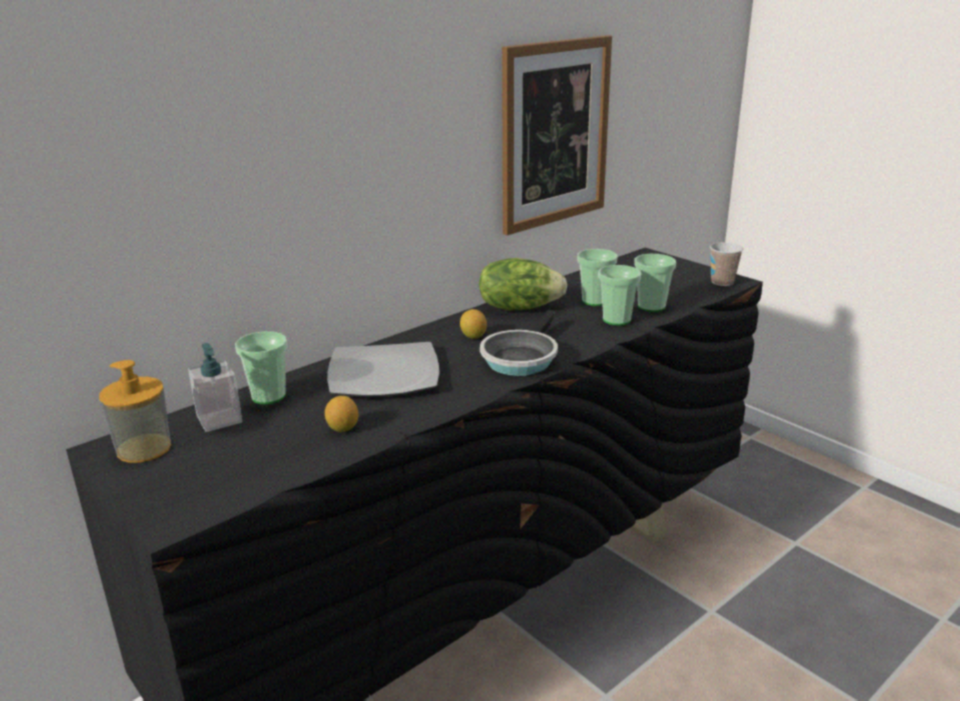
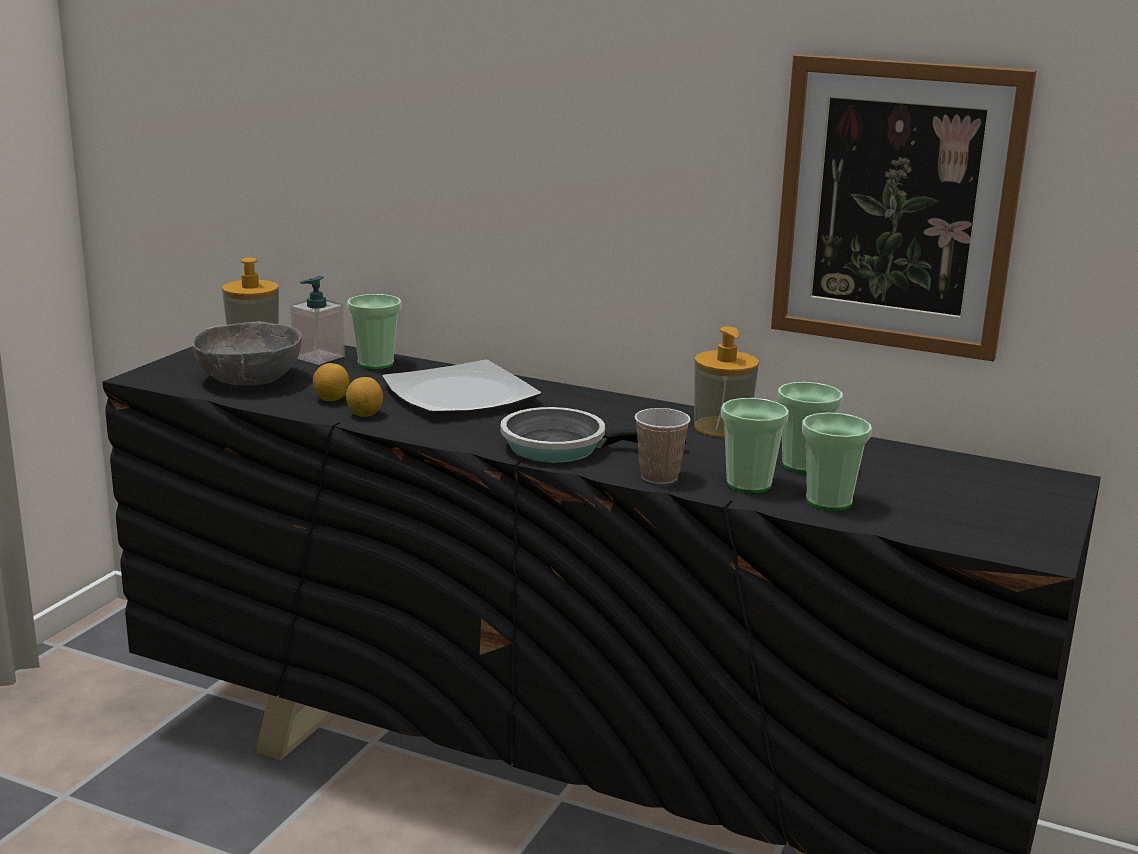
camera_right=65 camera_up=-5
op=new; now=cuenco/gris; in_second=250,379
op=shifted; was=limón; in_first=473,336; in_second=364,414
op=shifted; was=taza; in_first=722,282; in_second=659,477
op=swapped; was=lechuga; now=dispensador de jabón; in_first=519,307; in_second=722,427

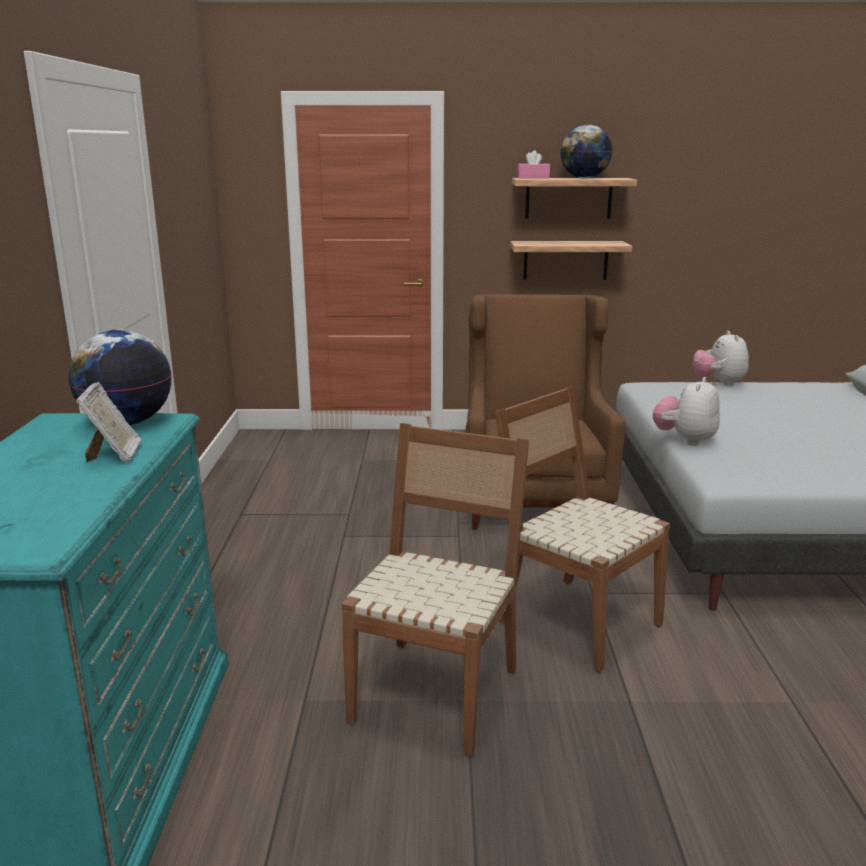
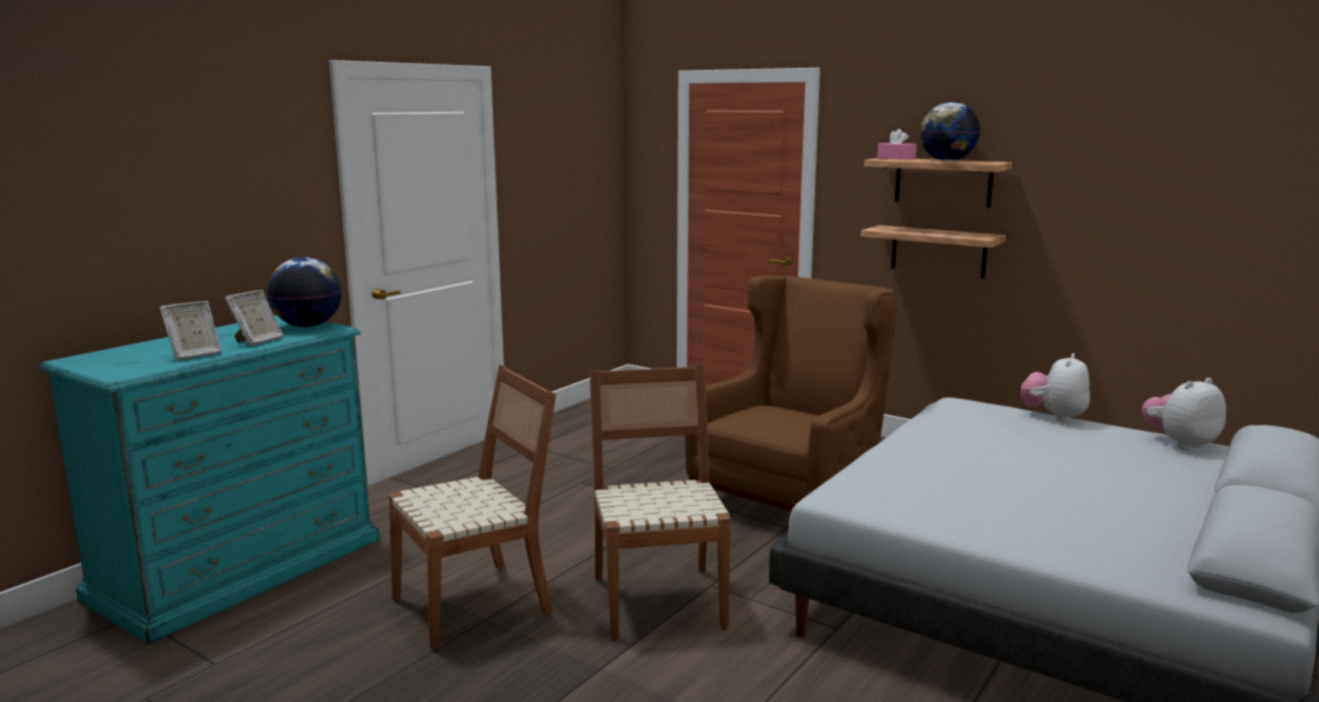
camera_right=35 camera_up=-5
op=new; now=portarretratos; in_second=194,355
op=shifted; was=peluche; in_first=685,440; in_second=1180,444

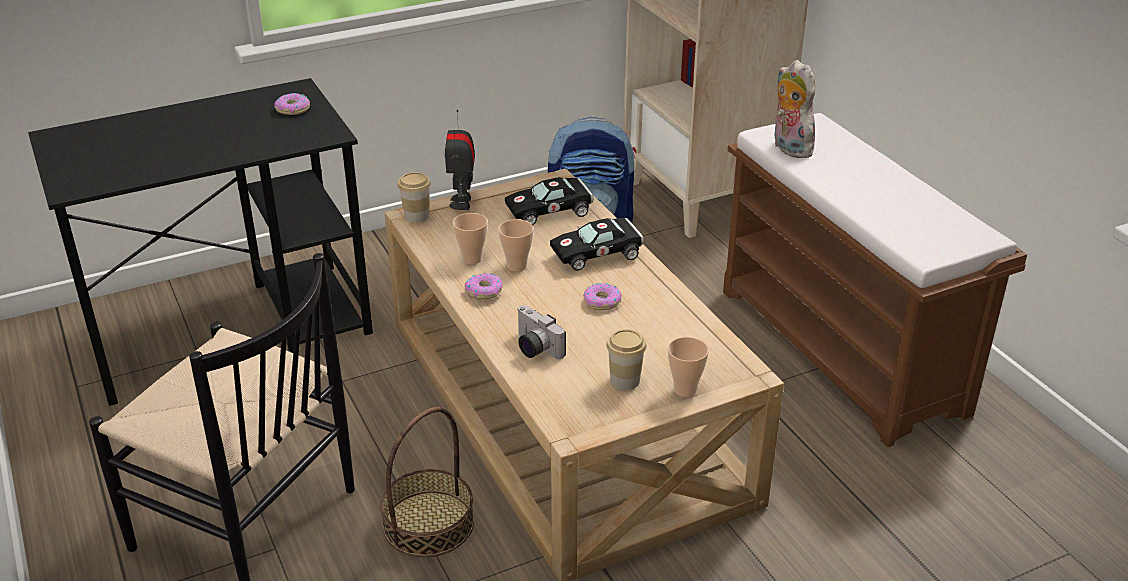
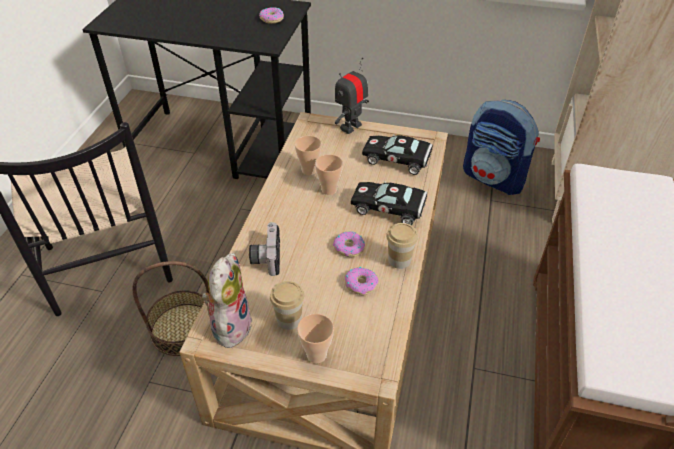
camera_right=40 camera_up=10
op=shifted; was=taza; in_first=416,216; in_second=399,260
op=shifted; was=rosquilla; in_first=484,291; in_second=361,284
op=shifted; was=peluche; in_first=788,148; in_second=230,325

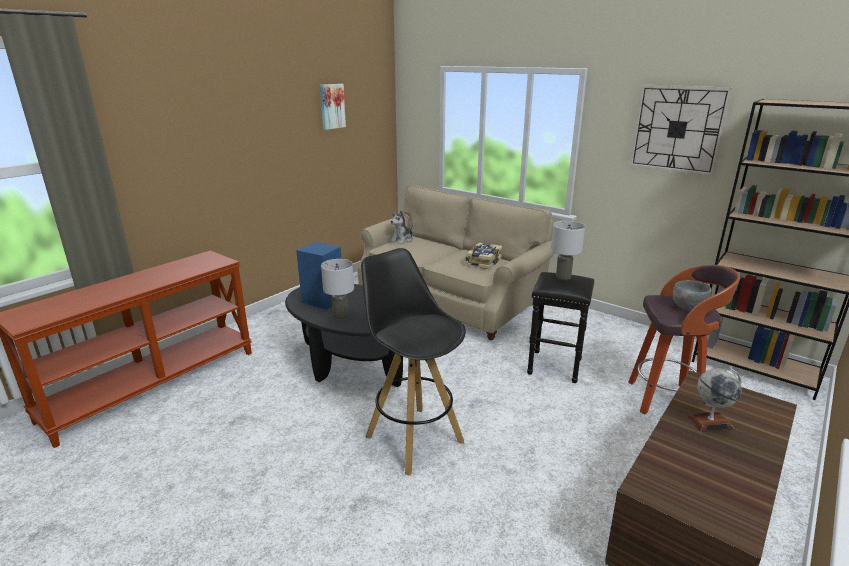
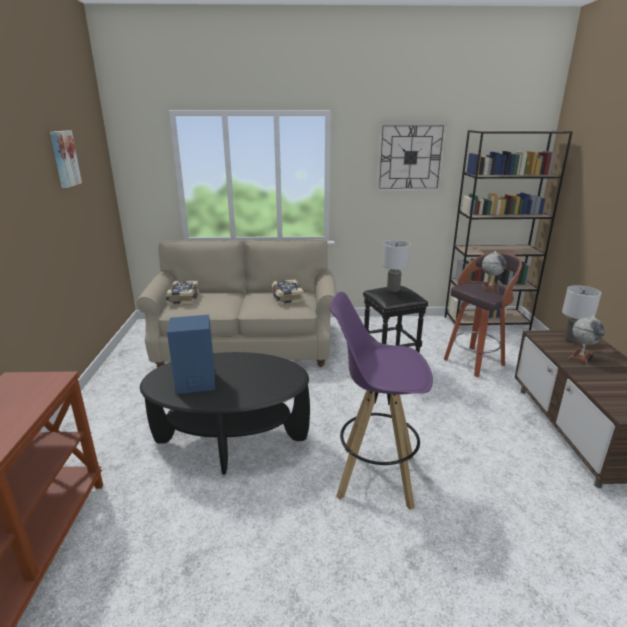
camera_right=-40 camera_up=0
op=shifted; was=lámpara de mesa/blanco; in_first=341,316; in_second=572,340
op=swapped; was=peluche; now=libro; in_first=402,240; in_second=182,299
op=swapped; was=cuenco/gris; now=globo terráqueo; in_first=688,308; in_second=490,288
op=repainted; was=taburete/negro; now=taburete/morado; in_first=414,437; in_second=374,475

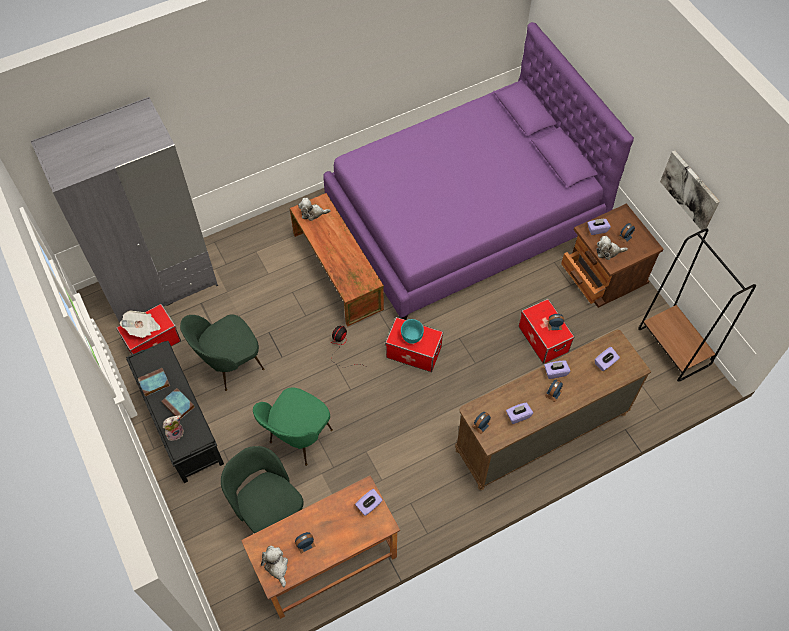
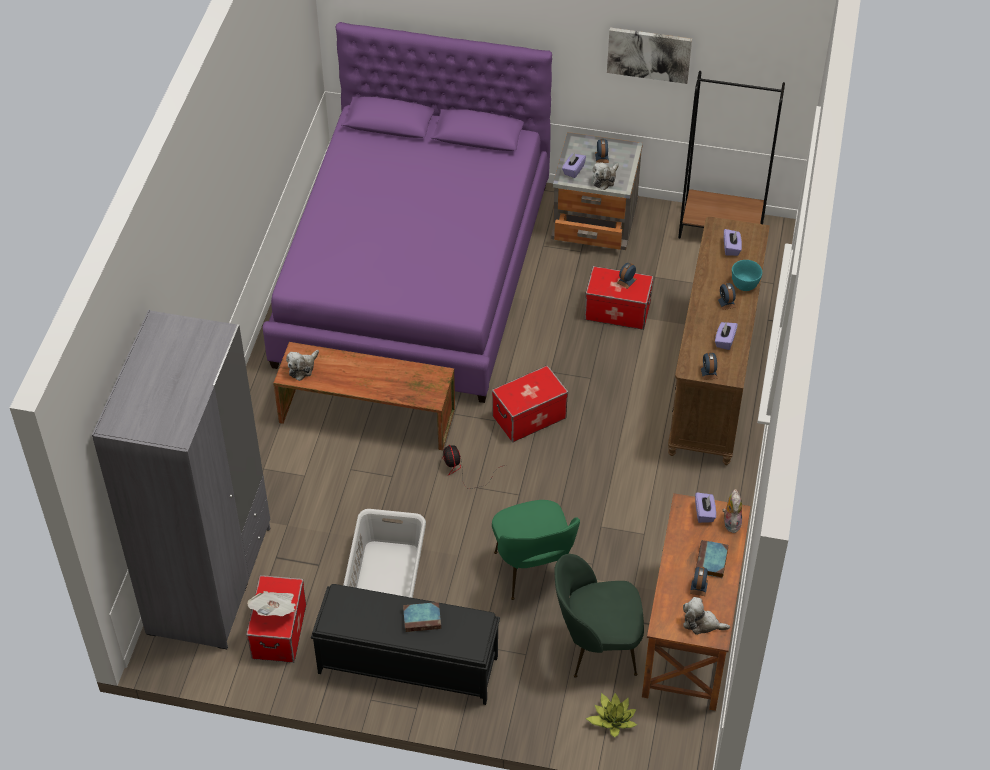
camera_right=-50 camera_up=-10
op=gone; was=caja de pañuelos/morado; in_first=555,372
op=new; now=planta en maceta; in_second=612,720
op=shifted; was=libro; in_first=153,383; in_second=711,562
op=shifted; was=peluche; in_first=175,432; in_second=730,522
op=shifted; was=cuenco/turquesa; in_first=411,337; in_second=745,285
op=swapped; was=silla/verde; now=cesto de la ropa/gris; in_first=230,366; in_second=385,579
op=repainted; was=mesita de noche/marrón; now=mesita de noche/gris; in_first=603,275; in_second=595,222

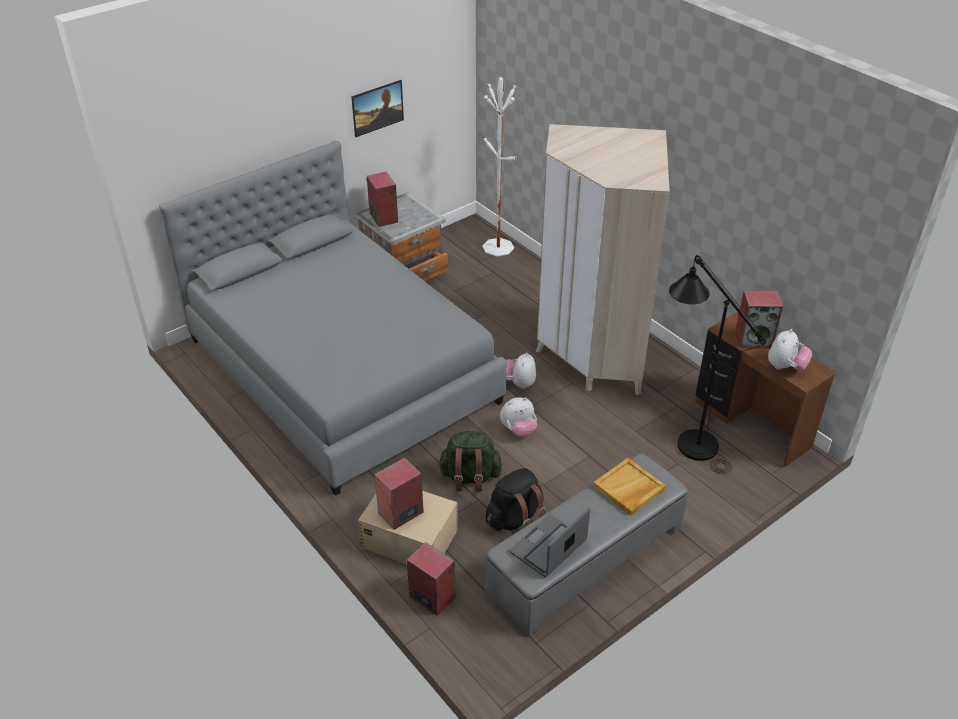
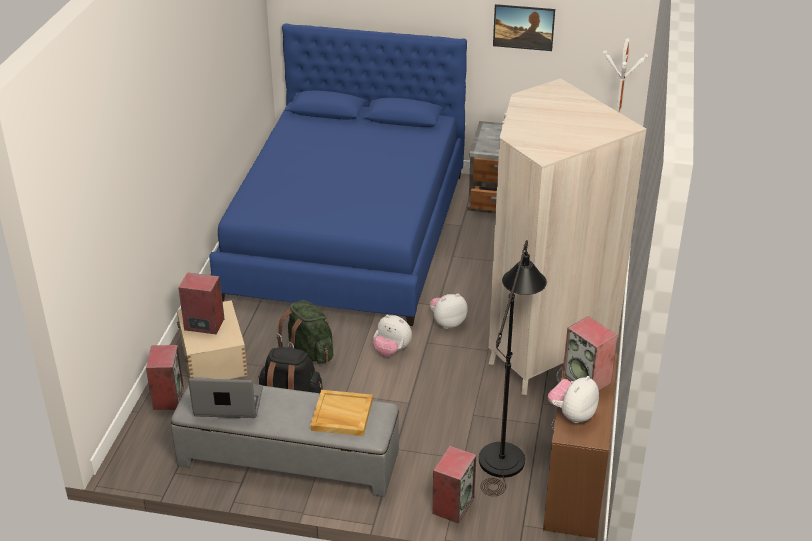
camera_right=50 camera_up=-5
op=shifted; was=altavoz; in_first=383,217; in_second=453,505
op=repainted; was=cama/gris; now=cama/azul; in_first=342,370; in_second=348,233
op=rotated; was=peluche; in_first=785,367; in_second=572,415; clockwise=135

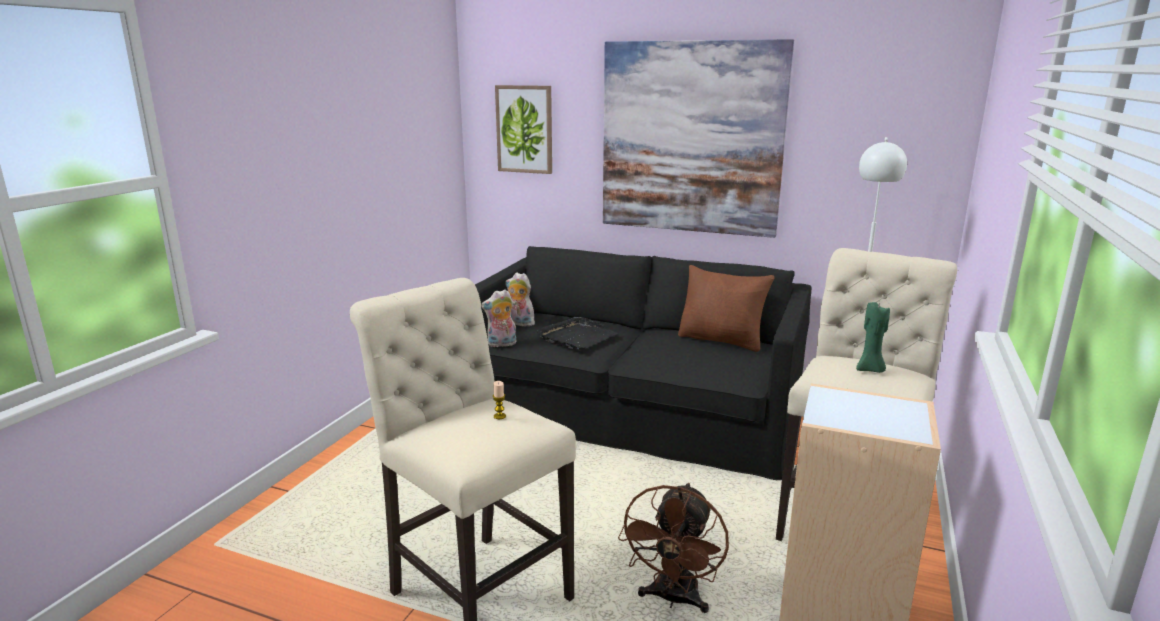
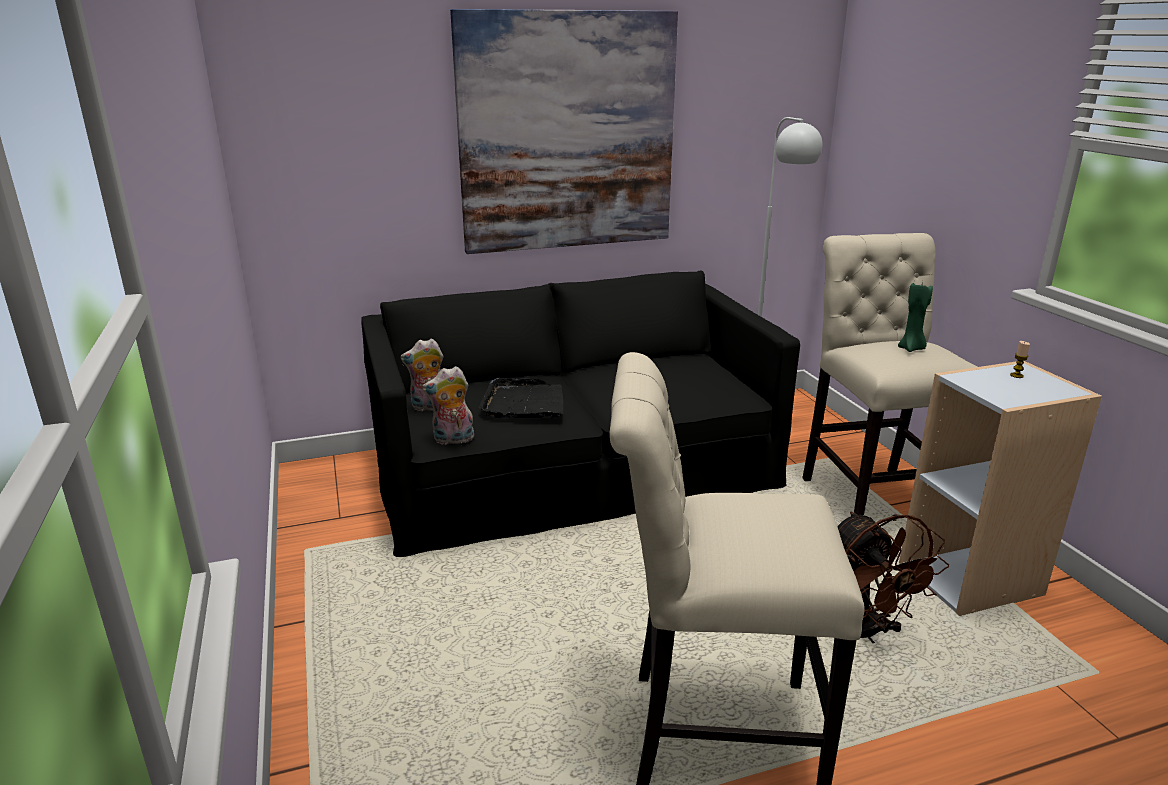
camera_right=-40 camera_up=5
op=gone; was=cuadro; in_first=524,129
op=gone; was=cojín/marrón; in_first=721,340
op=shifted; was=vela; in_first=499,416; in_second=1016,375
op=rotated; was=peluche; in_first=501,344; in_second=453,440; clockwise=45

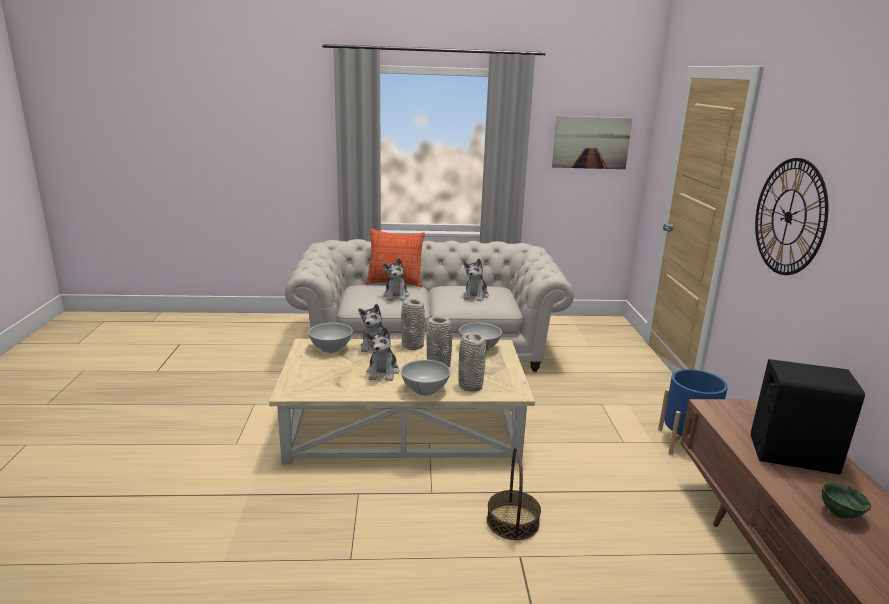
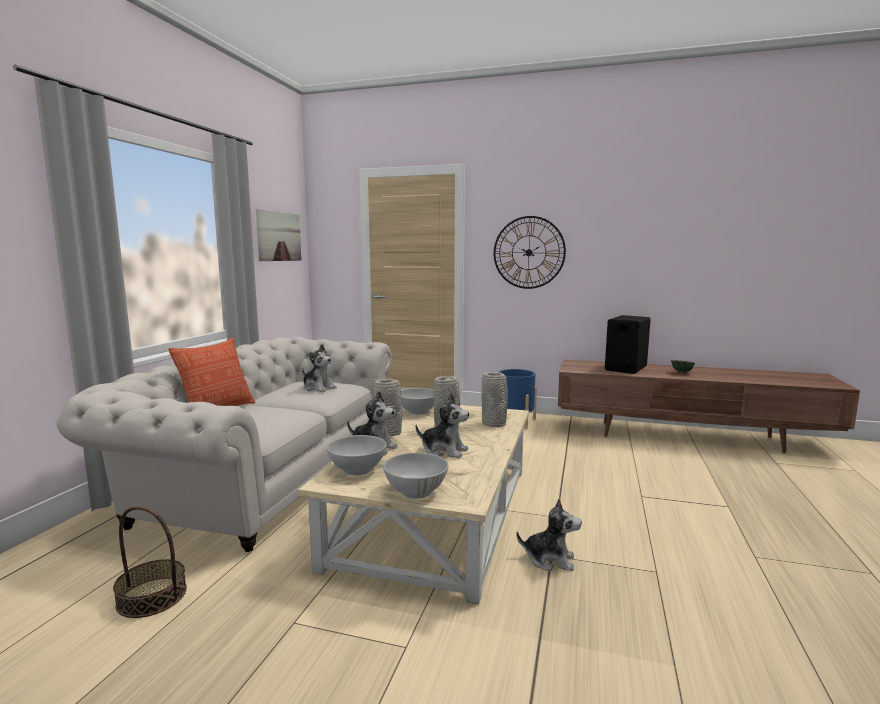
camera_right=-70 camera_up=-10
op=shifted; was=peluche; in_first=396,296; in_second=549,559
op=shifted; was=cuenco/blanco; in_first=425,390; in_second=415,491
op=shifted; was=cesta; in_first=513,521; in_second=152,597

